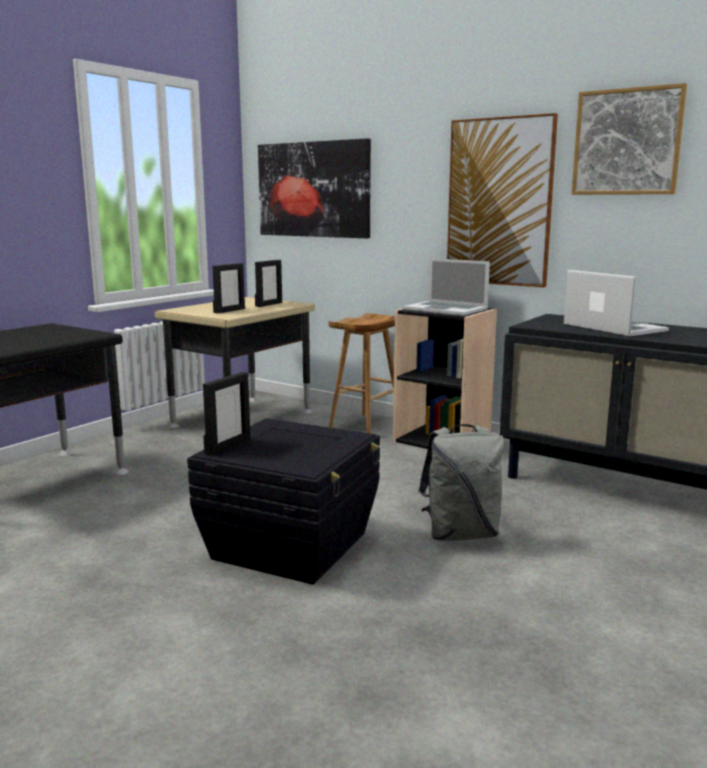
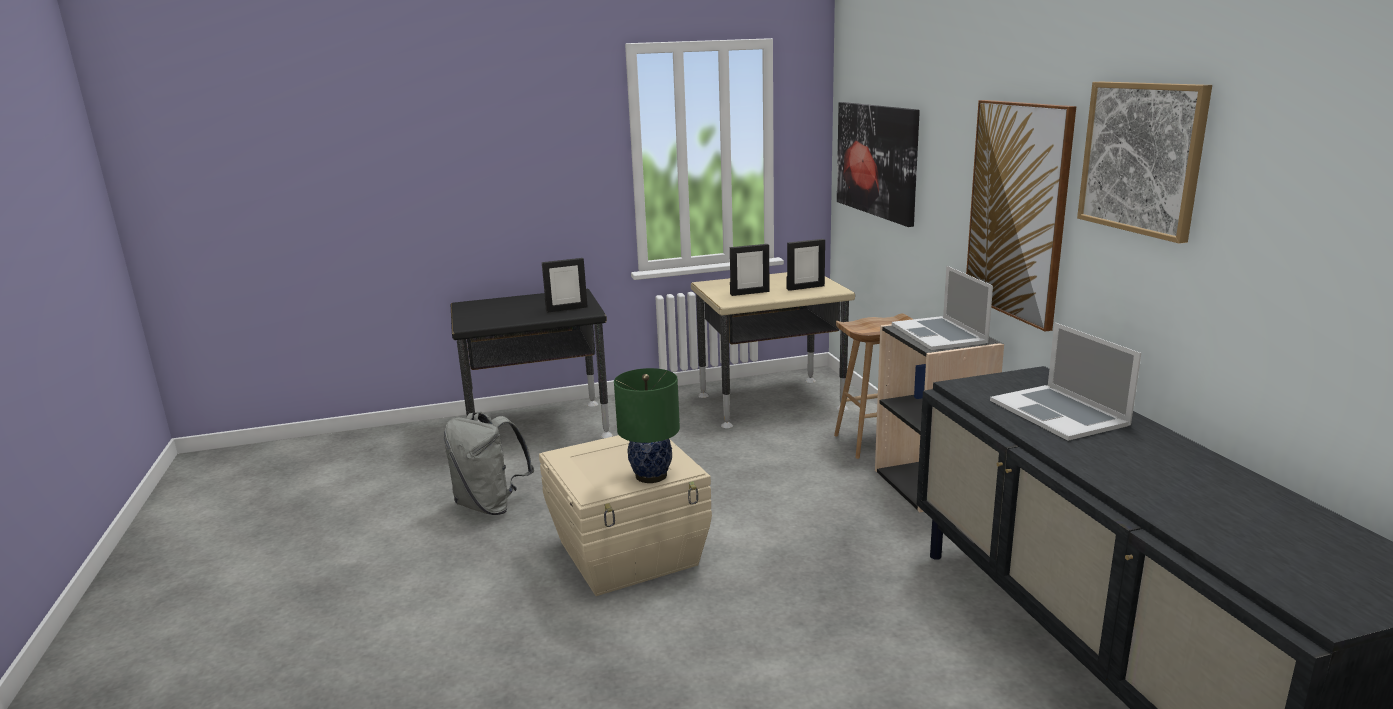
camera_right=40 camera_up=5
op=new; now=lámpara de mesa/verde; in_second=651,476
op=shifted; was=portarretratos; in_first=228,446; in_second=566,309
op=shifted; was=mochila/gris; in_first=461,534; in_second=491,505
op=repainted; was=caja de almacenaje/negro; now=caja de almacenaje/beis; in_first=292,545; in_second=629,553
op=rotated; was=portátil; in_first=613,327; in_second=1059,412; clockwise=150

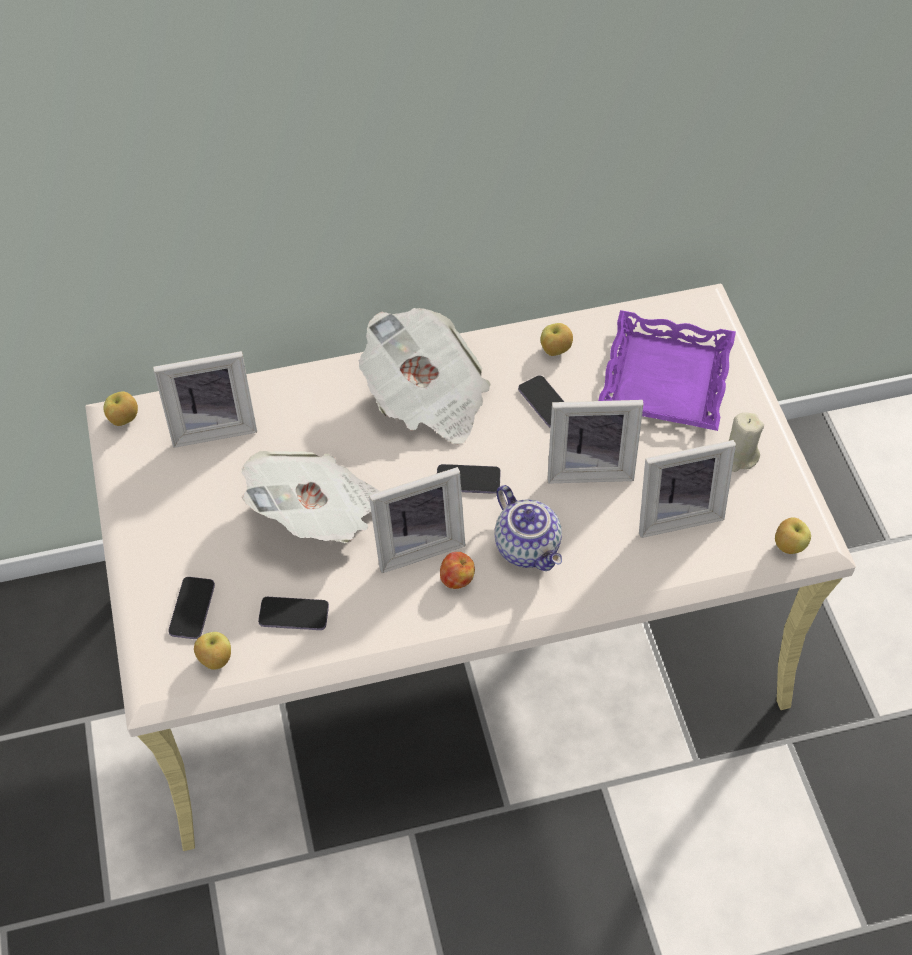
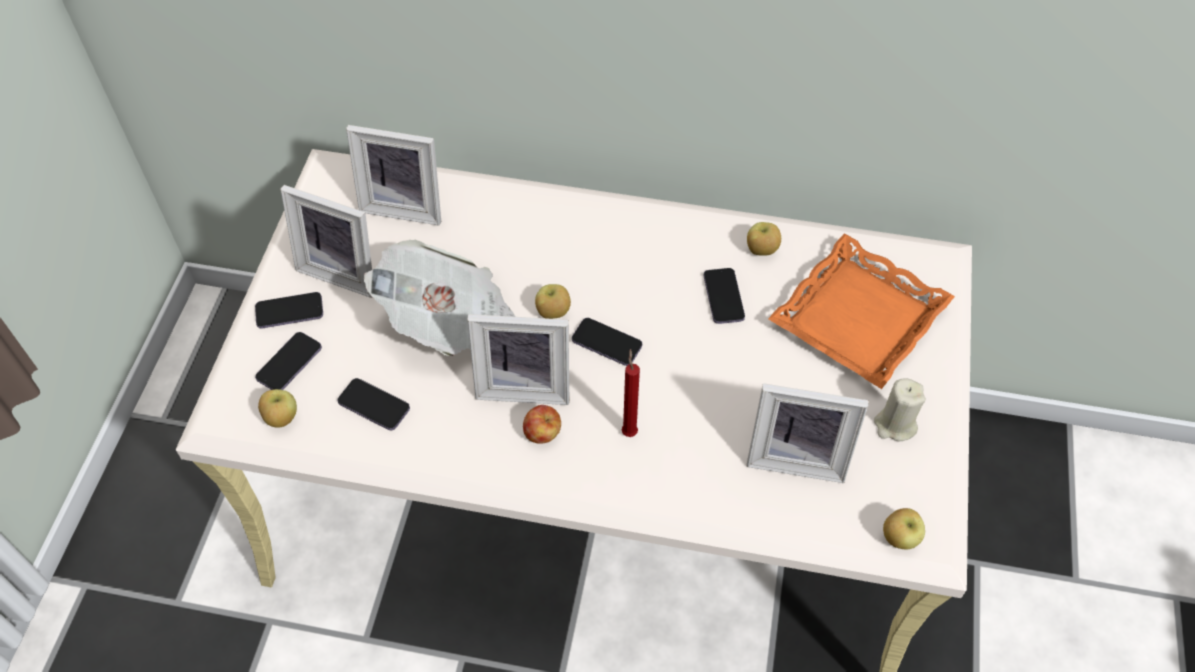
camera_right=25 camera_up=0
op=gone; was=periódico; in_first=427,398
op=new; now=móvil; in_second=289,312
op=shifted; was=manzana; in_first=123,419; in_second=553,313
op=shifted; was=portarretratos; in_first=589,466; in_second=343,270
op=swapped; was=tetera; now=vela/rojo; in_first=529,547; in_second=629,431
op=repainted; was=bandeja/morado; now=bandeja/naranja; in_first=666,380; in_second=859,319

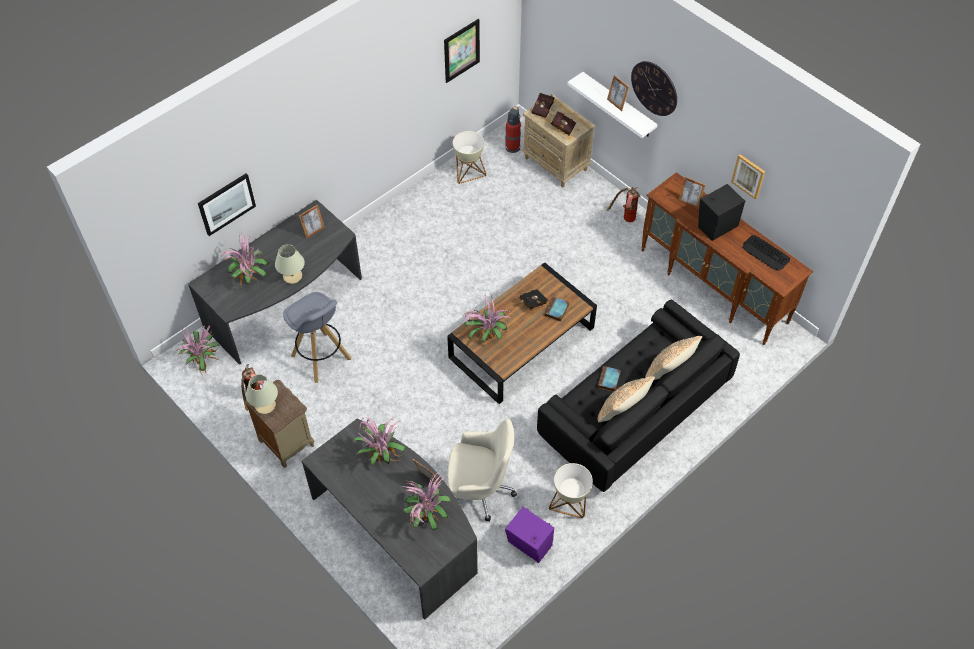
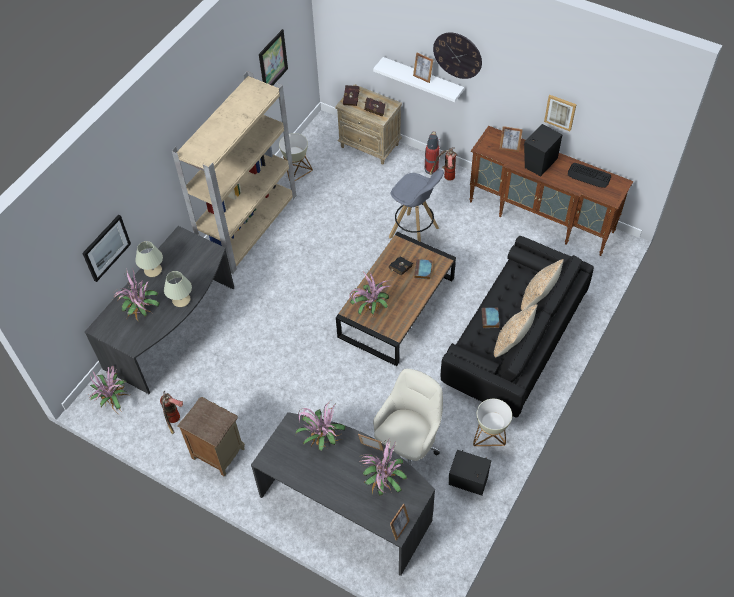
camera_right=-15 camera_up=0
op=new; now=estantería/beis; in_second=249,226
op=shifted; was=lámpara de mesa/beis; in_first=265,405; in_second=153,270
op=shifted; was=taburete/gris; in_first=321,358; in_second=415,233
op=shifted; was=portarretratos; in_first=313,231; in_second=399,528
op=shifted; was=extintor; in_first=513,147; in_second=431,169
op=repainted; was=altavoz/morado; now=altavoz/negro; in_first=529,545; in_second=468,483
op=rotated; was=silla de oficina/beis; in_first=479,491; in_second=408,447; clockwise=-45

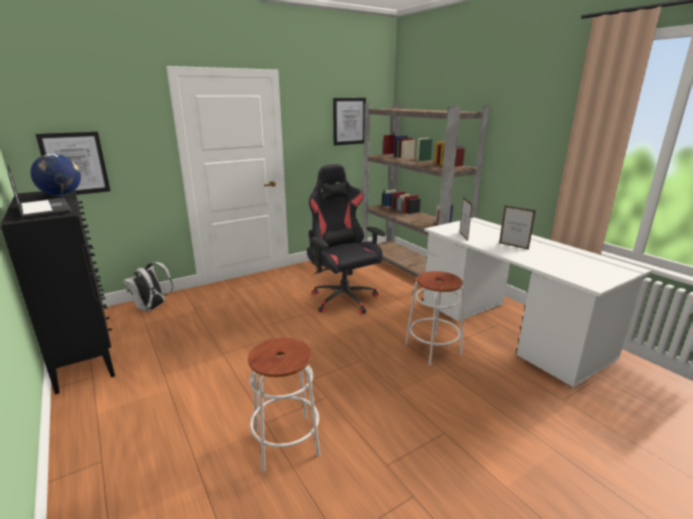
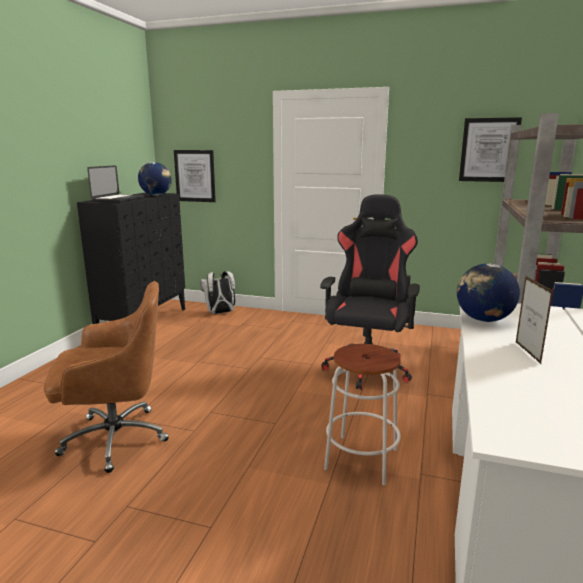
camera_right=50 camera_up=-5
op=swapped; was=taburete/blanco; now=silla de oficina/marrón; in_first=286,442; in_second=116,438
op=swapped; was=portarretratos; now=globo terráqueo; in_first=463,236; in_second=483,320

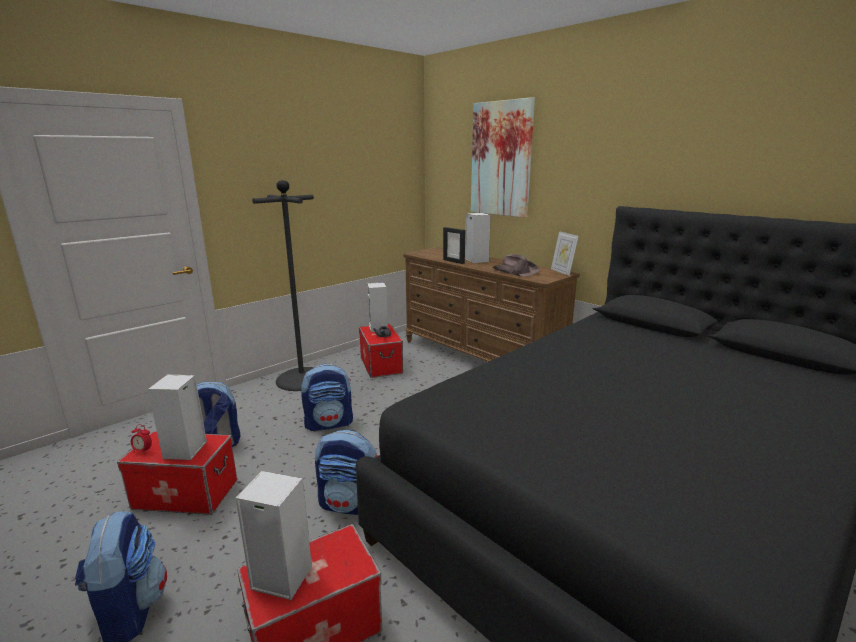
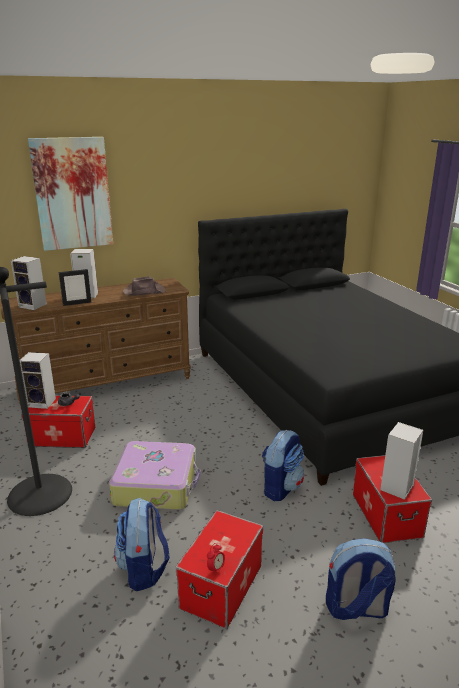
camera_right=-70 camera_up=5
op=gone; was=portarretratos; in_first=562,272
op=shifted; was=altavoz; in_first=185,451; in_second=34,305
op=swapped; was=mochila; now=maleta; in_first=329,423; in_second=156,484

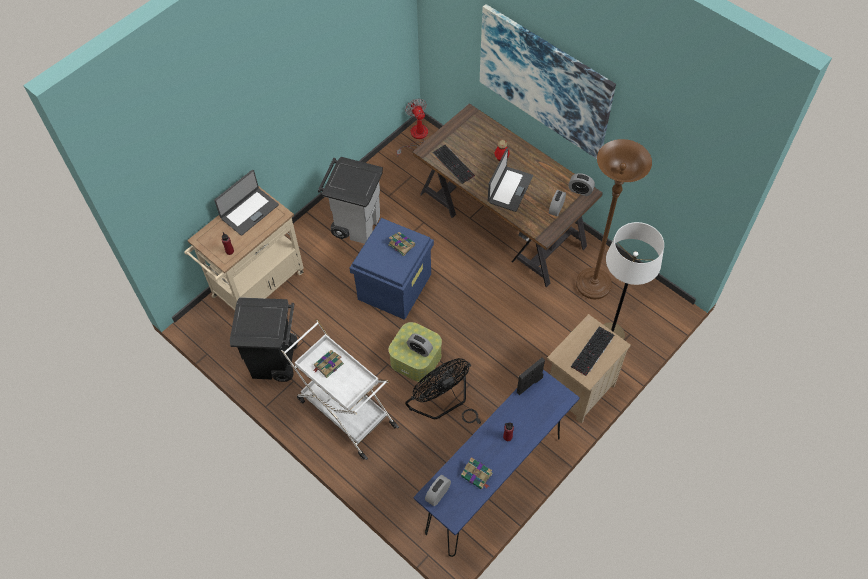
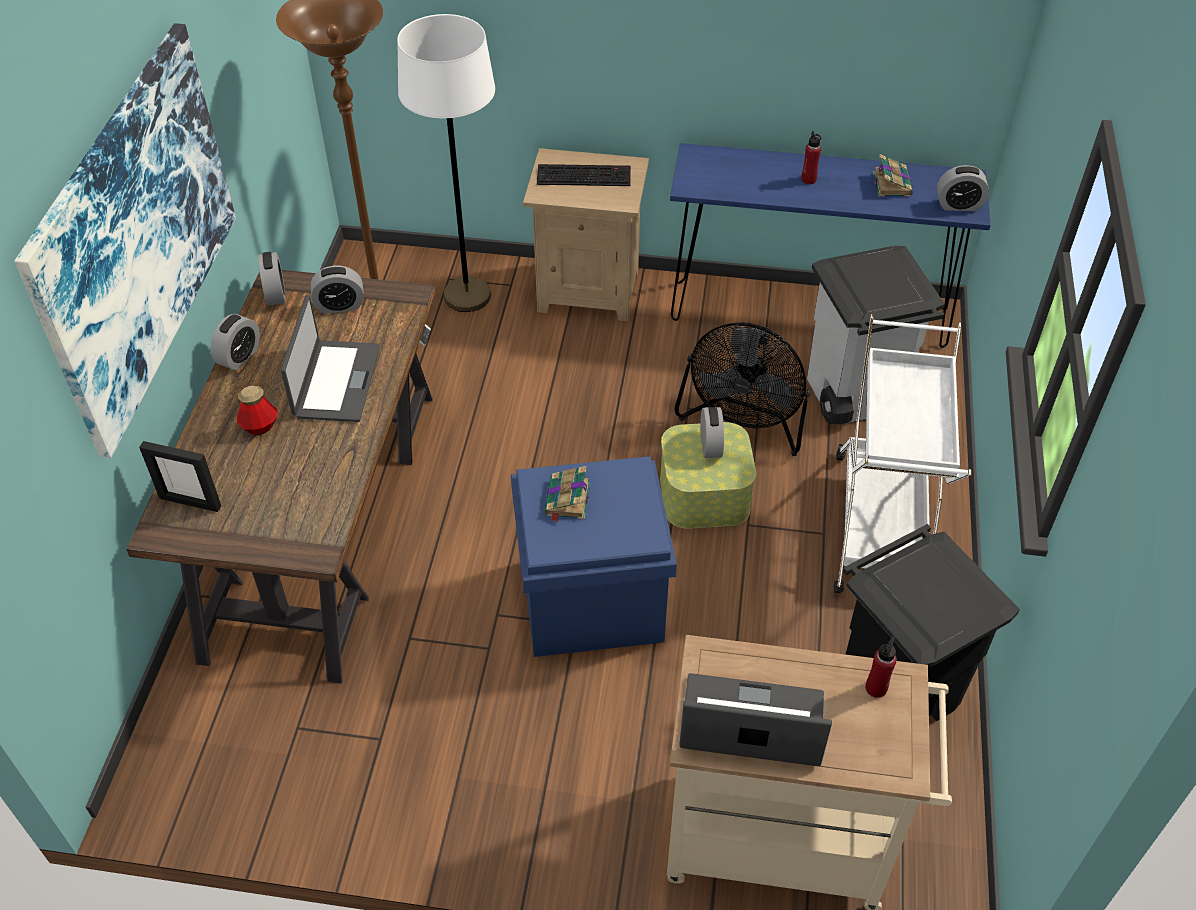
camera_right=-125 camera_up=-10
op=gone; was=libro; in_first=328,365
op=gone; was=ventilador; in_first=415,137
op=gone; was=teclado; in_first=454,164
op=new; now=despertador; in_second=239,357
op=shifted; was=papelera/gris; in_first=356,224; in_second=854,397
op=shifted; was=portarretratos; in_first=529,385; in_second=191,501
op=rotated; was=portátil; in_first=509,189; in_second=335,381; clockwise=105

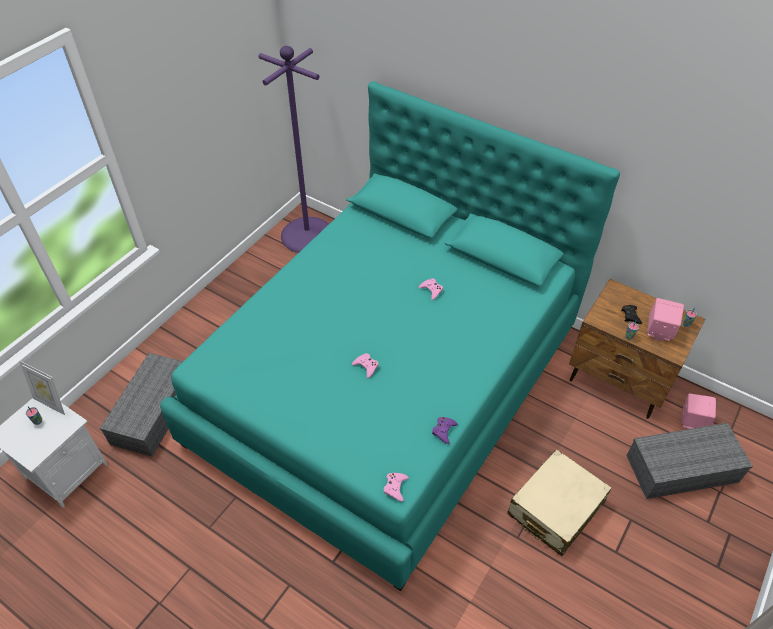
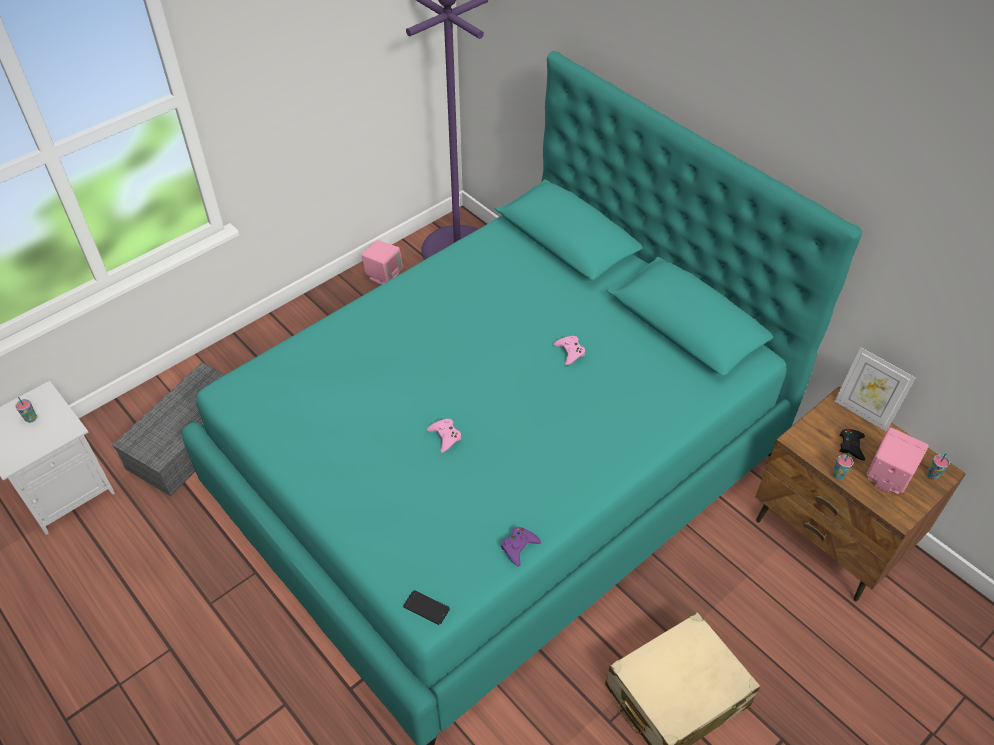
camera_right=15 camera_up=0
op=gone; was=caja de almacenaje/gris; in_first=681,470
op=shifted; was=portarretratos; in_first=52,403; in_second=863,412
op=shifted; was=altavoz/rosa; in_first=692,421; in_second=384,276
op=swapped; was=mando de consola/rosa; now=móvil; in_first=395,487; in_second=426,607

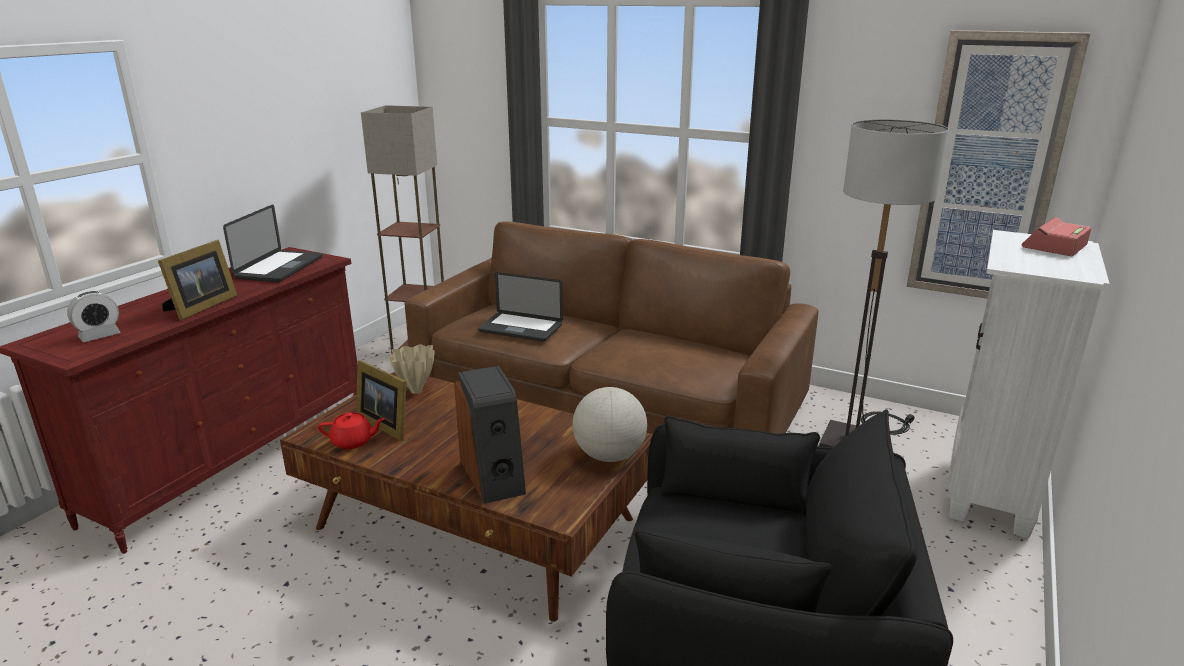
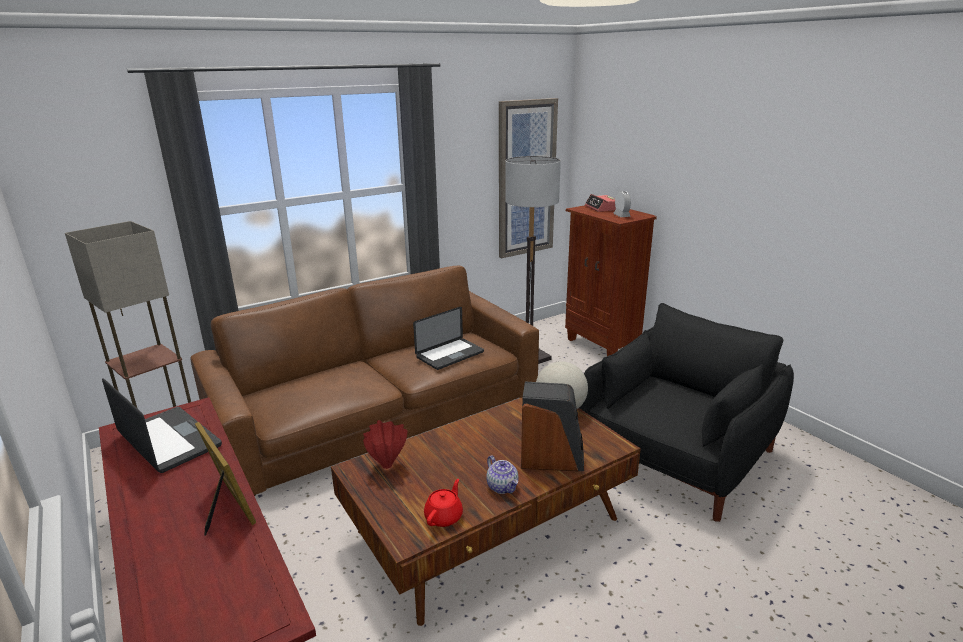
camera_right=-60 camera_up=0
op=gone; was=portarretratos; in_first=385,424
op=new; now=tetera; in_second=503,487
op=shifted; was=despertador; in_first=99,336; in_second=621,215
op=shifted; was=portátil; in_first=520,328; in_second=450,355
op=repainted; was=florero/beis; now=florero/rojo; in_first=415,391; in_second=387,466
op=repainted; was=armario/blanco; now=armario/marrón; in_first=987,496; in_second=600,346

